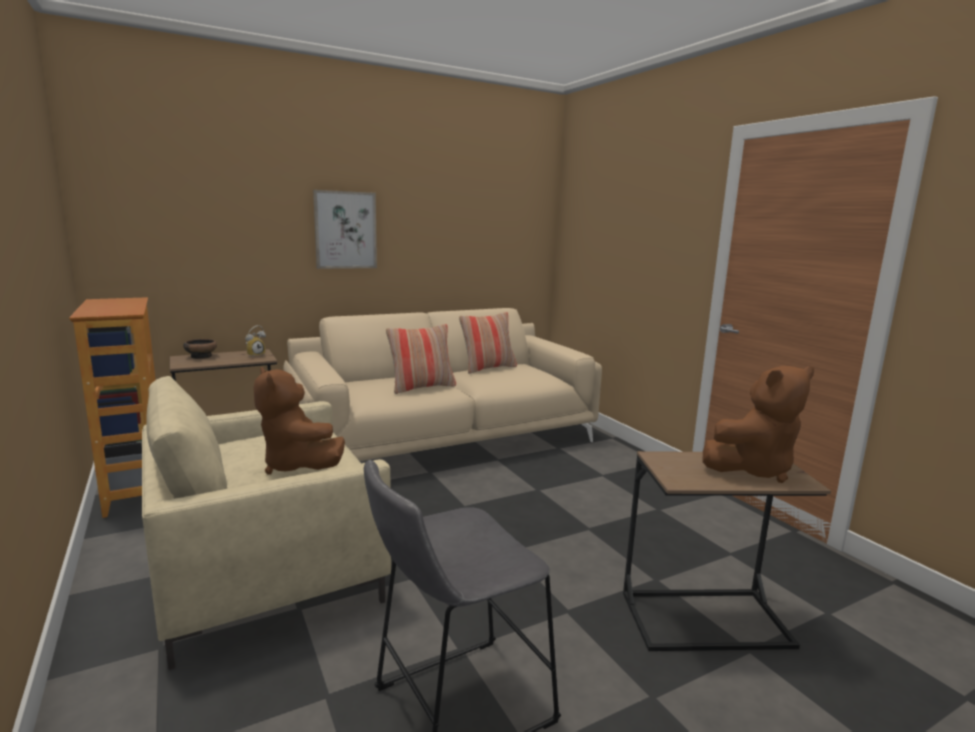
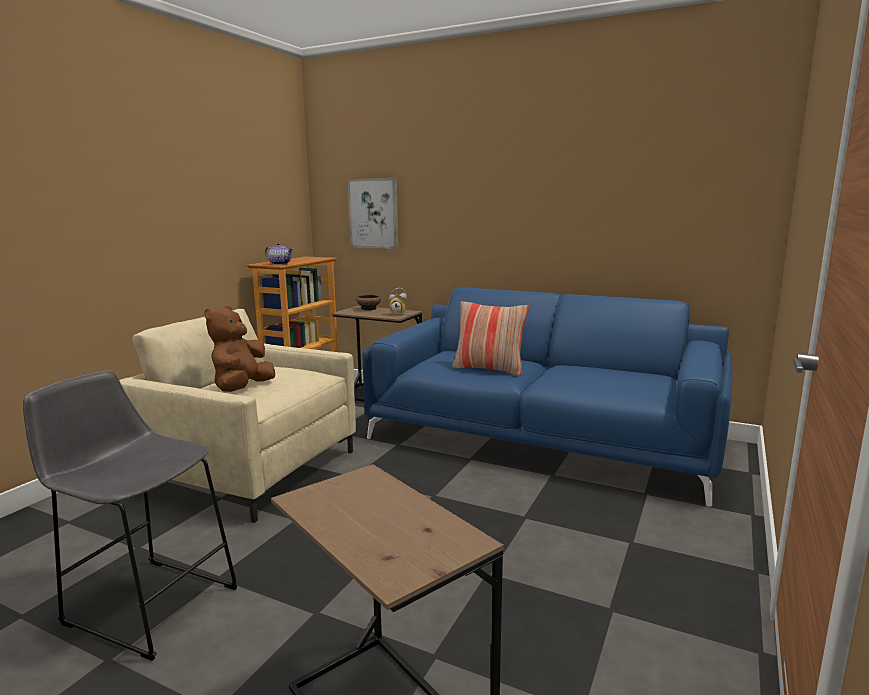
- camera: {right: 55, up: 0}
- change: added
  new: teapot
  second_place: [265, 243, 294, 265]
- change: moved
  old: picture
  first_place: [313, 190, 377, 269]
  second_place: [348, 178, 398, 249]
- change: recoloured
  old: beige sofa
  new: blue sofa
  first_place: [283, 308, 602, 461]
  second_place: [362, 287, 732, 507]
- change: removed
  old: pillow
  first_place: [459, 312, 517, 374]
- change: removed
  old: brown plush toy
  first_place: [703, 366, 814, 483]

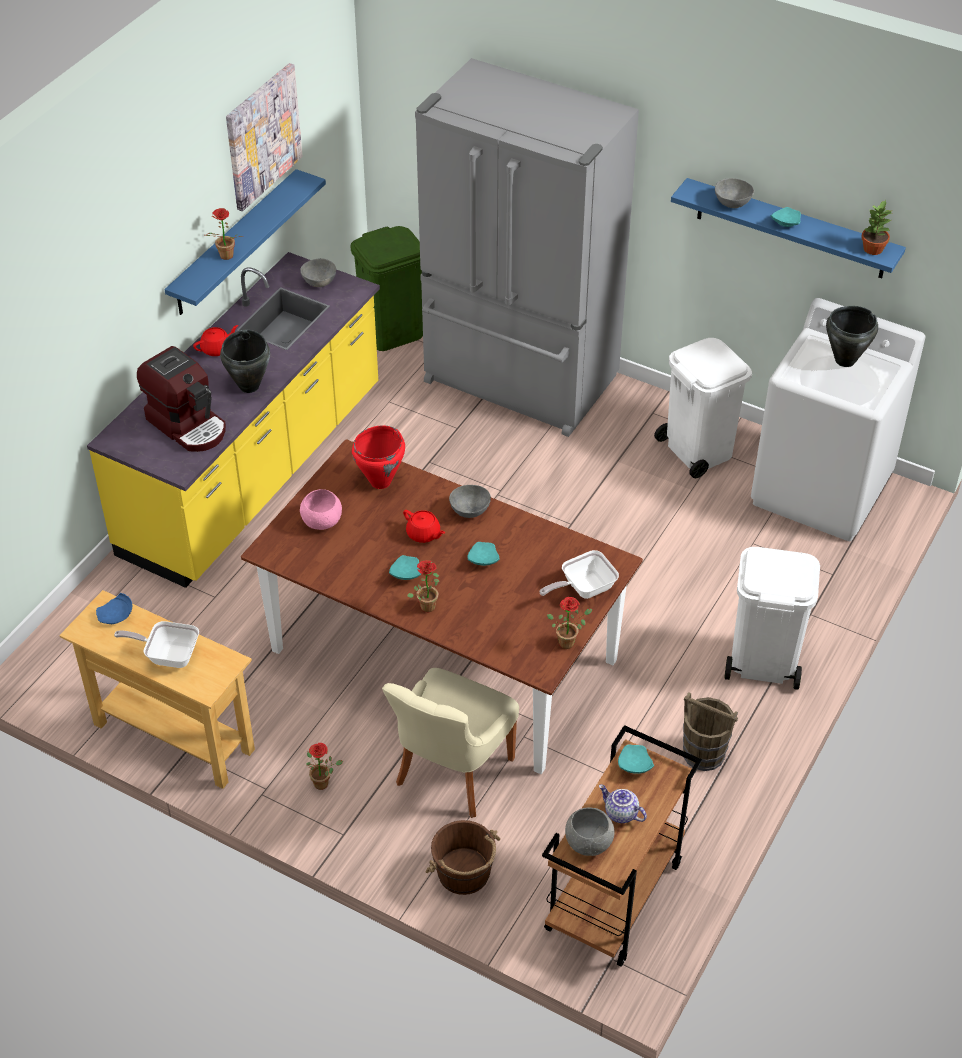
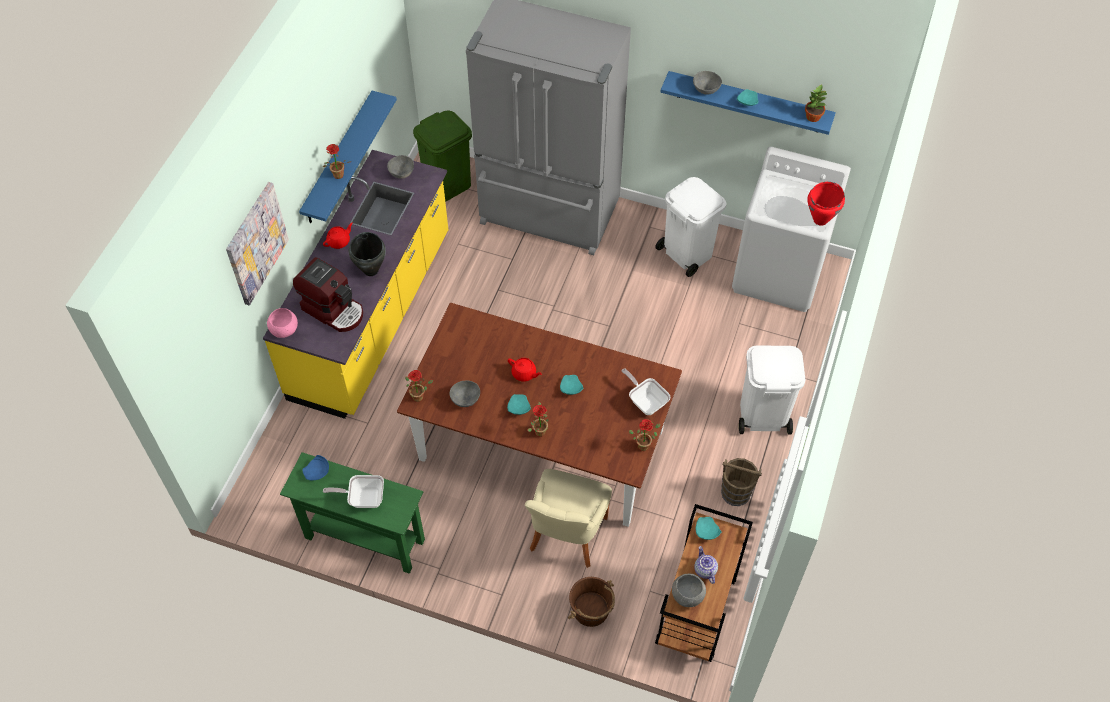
- camera: {right: -10, up: 10}
- change: moved
  old: picture
  first_place: [226, 63, 303, 211]
  second_place: [226, 182, 289, 306]
- change: moved
  old: pink bowl
  first_place: [300, 489, 342, 530]
  second_place: [267, 308, 298, 338]
- change: recoloured
  old: beige console table
  new: green console table
  first_place: [59, 590, 255, 789]
  second_place: [280, 452, 425, 574]
- change: moved
  old: potted plant
  first_place: [306, 743, 343, 790]
  second_place: [405, 370, 433, 402]
- change: moved
  old: grey bowl
  first_place: [449, 485, 491, 518]
  second_place: [450, 381, 480, 407]
- change: turned
  old: frying pan
  first_place: [540, 550, 619, 599]
  second_place: [621, 368, 671, 415]
  degrees: 90
- change: turned
  old: teapot
  first_place: [599, 784, 647, 823]
  second_place: [694, 546, 718, 584]
  degrees: 45
- change: moved
  old: red cooking pot
  first_place: [352, 425, 405, 489]
  second_place: [808, 182, 845, 226]
- change: removed
  old: black cooking pot
  first_place: [826, 306, 878, 367]

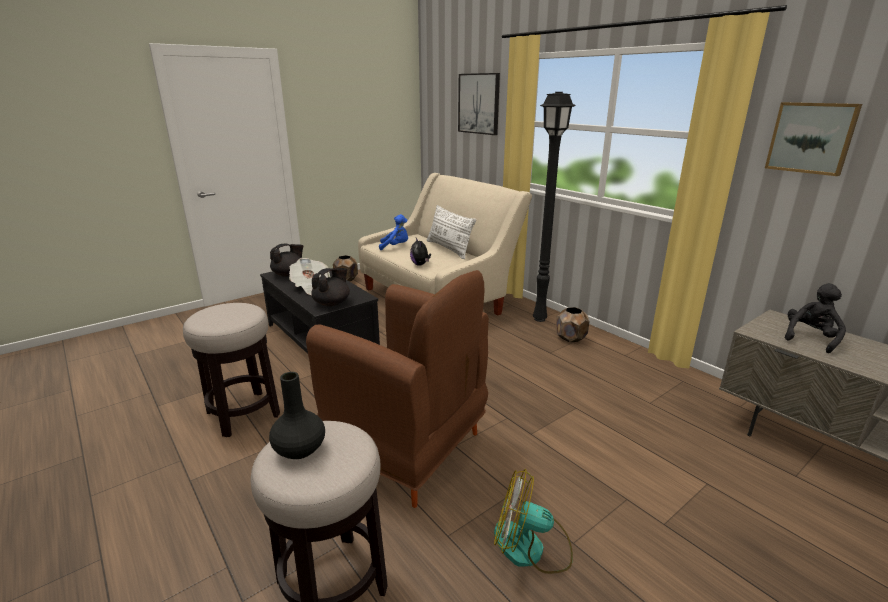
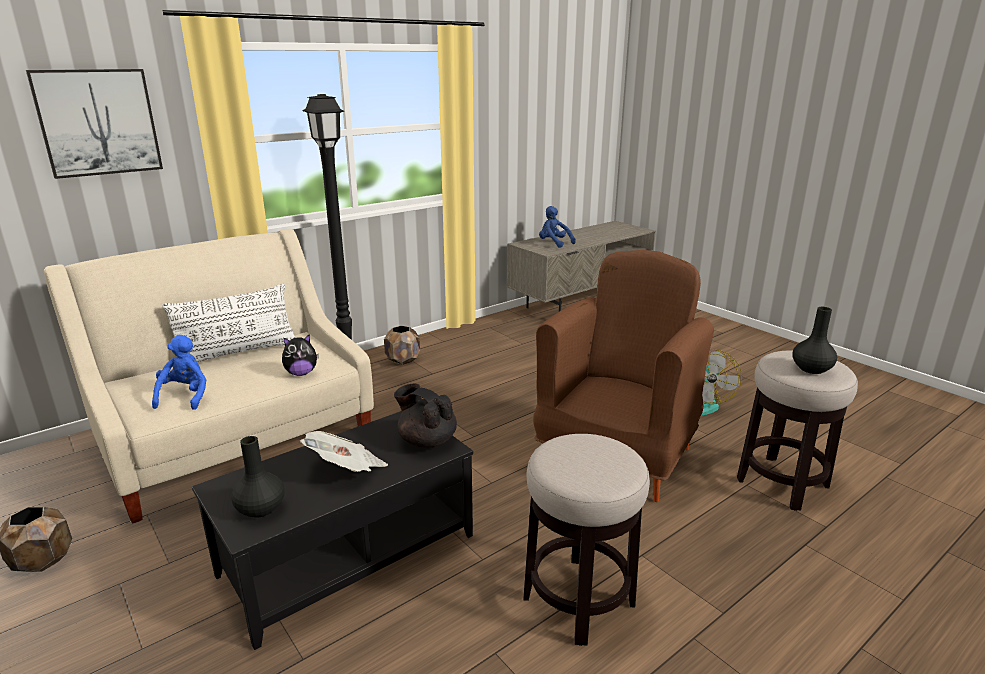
- camera: {right: -90, up: 0}
- change: replaced
  old: black teapot
  new: black vase
  first_place: [270, 244, 304, 277]
  second_place: [231, 436, 285, 518]
- change: recoloured
  old: black plush toy
  new: blue plush toy
  first_place: [785, 283, 846, 353]
  second_place: [539, 206, 576, 248]
- change: removed
  old: picture
  first_place: [765, 102, 862, 176]

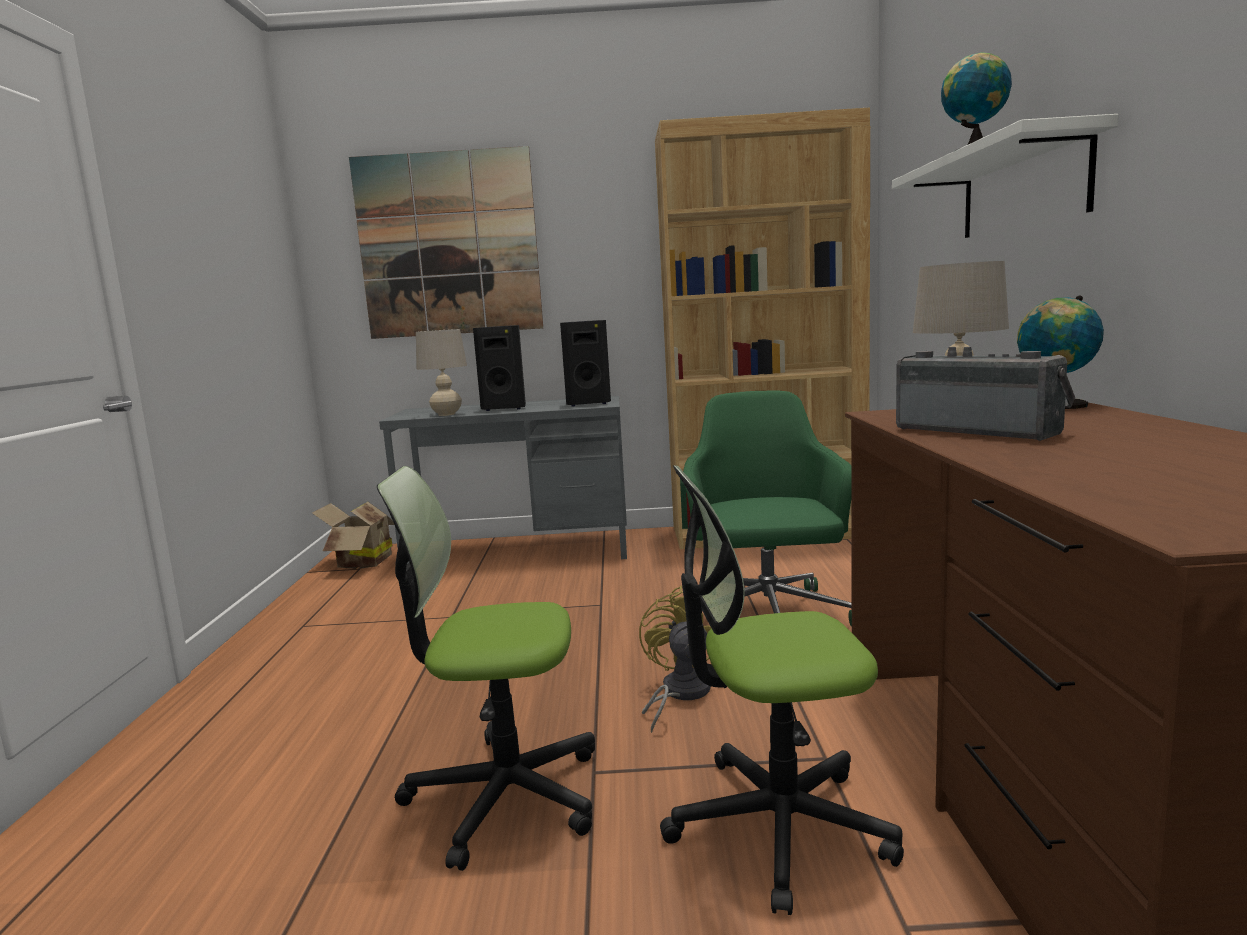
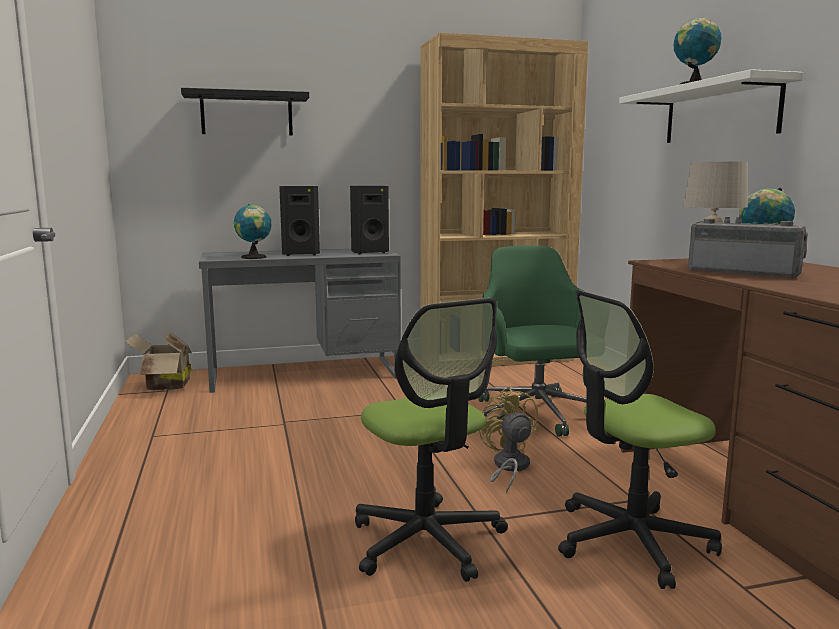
- camera: {right: -15, up: 0}
- change: replaced
  old: picture
  new: black shelf
  first_place: [349, 146, 543, 339]
  second_place: [181, 88, 309, 136]
- change: replaced
  old: beige table lamp
  new: globe
  first_place: [416, 329, 467, 416]
  second_place: [234, 204, 272, 259]
- change: turned
  old: office chair
  first_place: [377, 466, 595, 871]
  second_place: [355, 298, 508, 582]
  degrees: -105

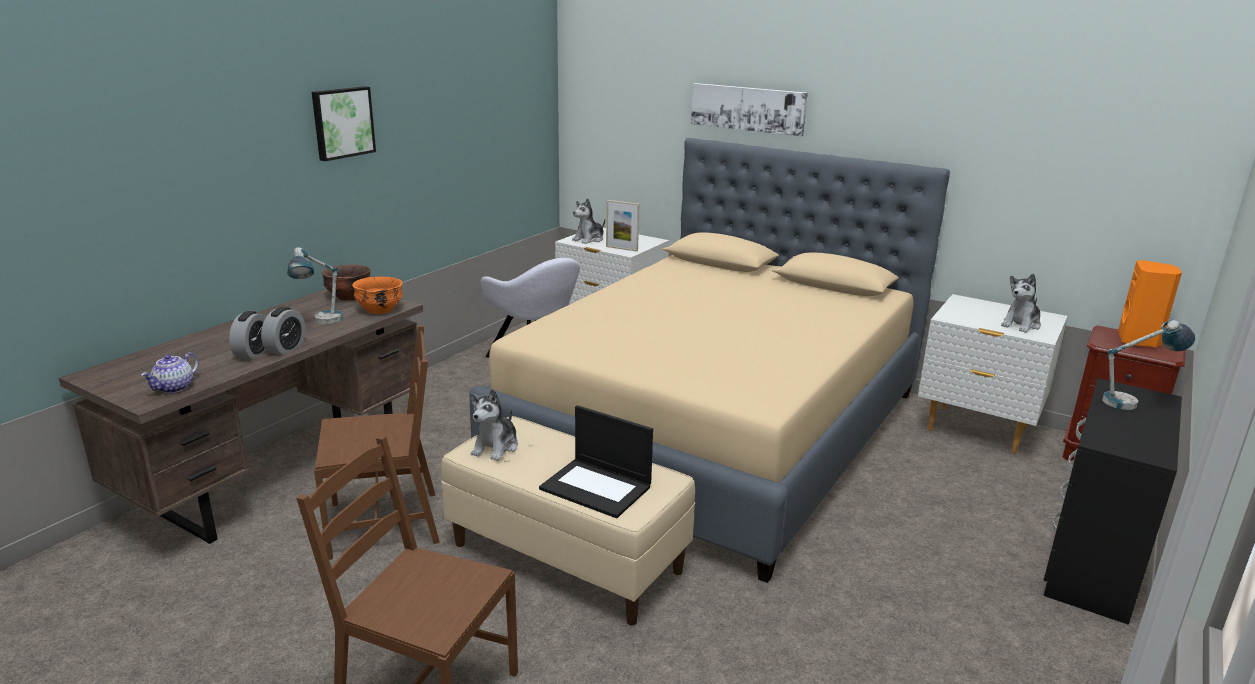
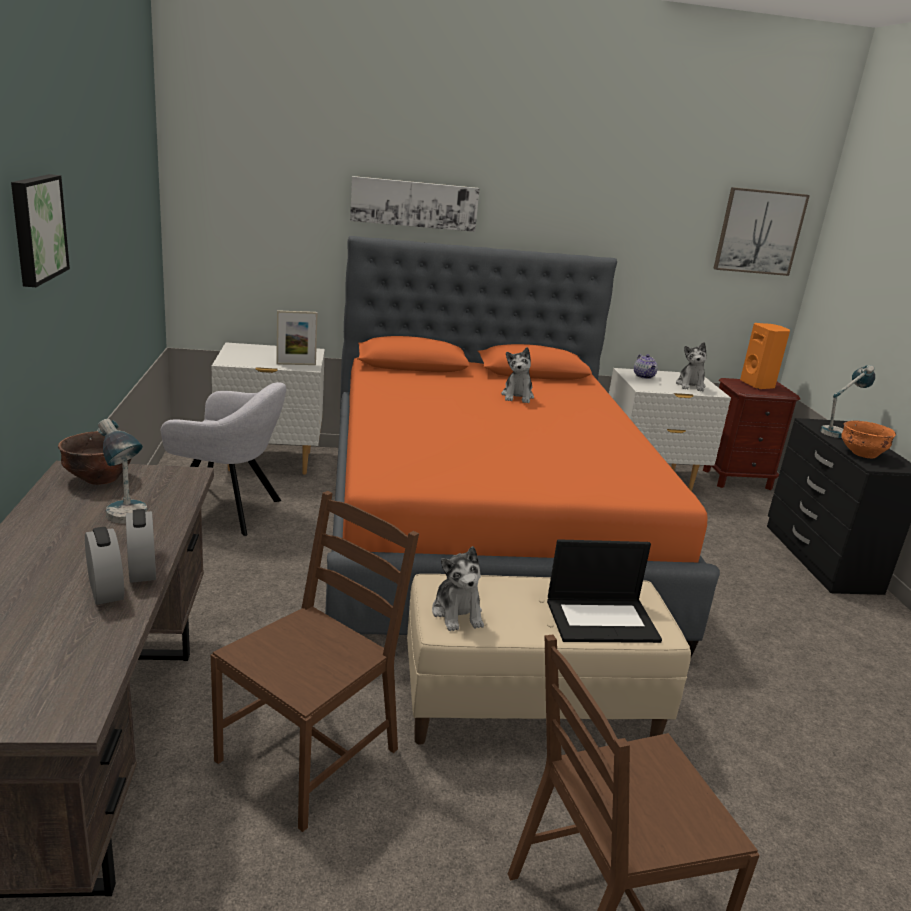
- camera: {right: -40, up: 0}
- change: recoloured
  old: beige bed
  new: orange bed
  first_place: [469, 138, 950, 583]
  second_place: [325, 236, 720, 657]
- change: moved
  old: plush toy
  first_place: [572, 198, 605, 244]
  second_place: [501, 347, 534, 403]
- change: moved
  old: teapot
  first_place: [141, 352, 199, 393]
  second_place: [634, 354, 658, 379]
- change: added
  new: picture
  second_place: [713, 187, 810, 276]
- change: moved
  old: orange bowl
  first_place: [352, 277, 403, 314]
  second_place: [841, 421, 896, 458]

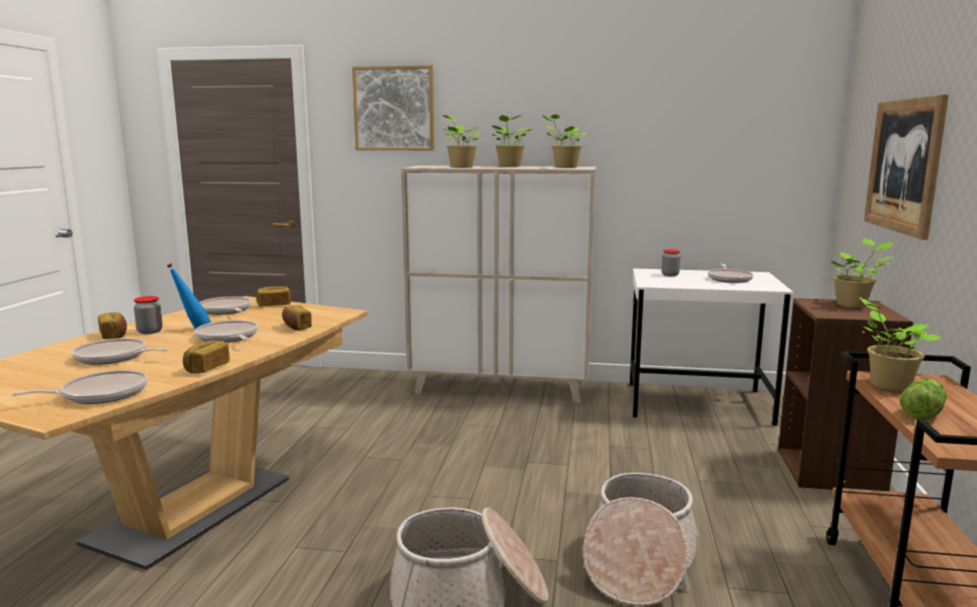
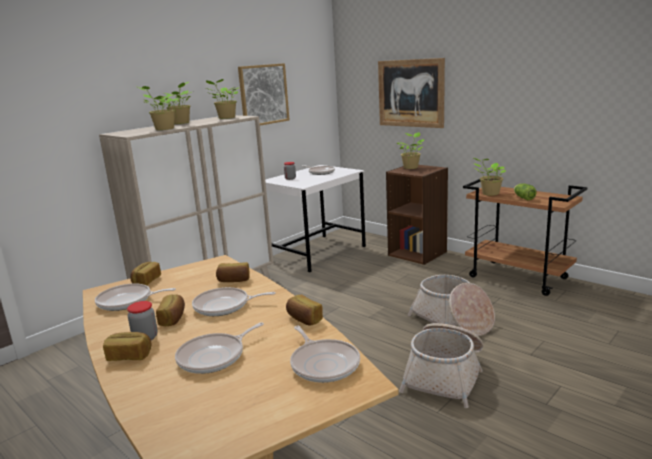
- camera: {right: -55, up: 5}
- change: replaced
  old: blue bottle
  new: bread
  first_place: [166, 263, 211, 329]
  second_place: [156, 294, 185, 326]
- change: moved
  old: picture
  first_place: [352, 65, 434, 150]
  second_place: [238, 63, 290, 126]
- change: turned
  old: frying pan
  first_place: [11, 370, 148, 404]
  second_place: [290, 326, 360, 383]
  degrees: 150

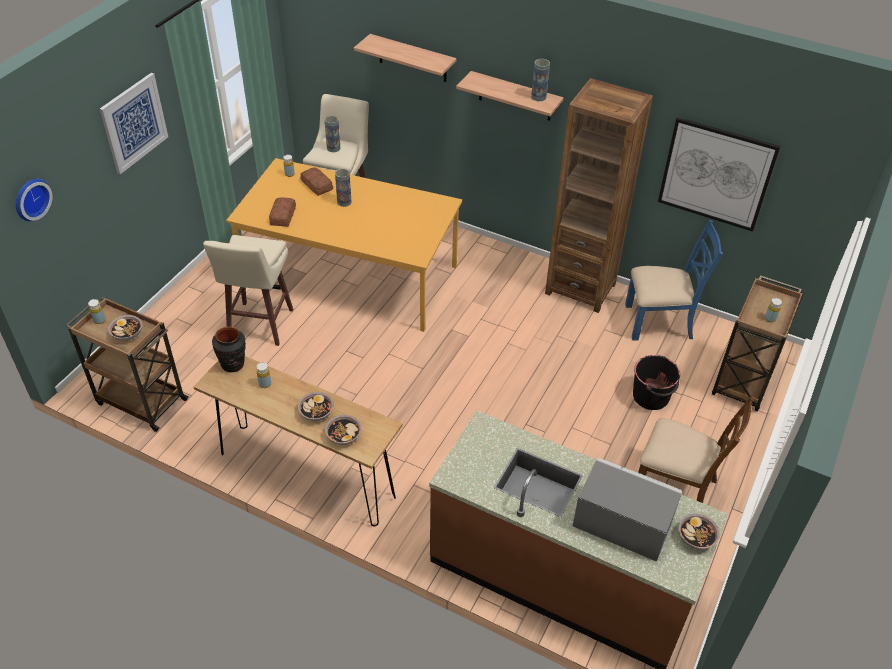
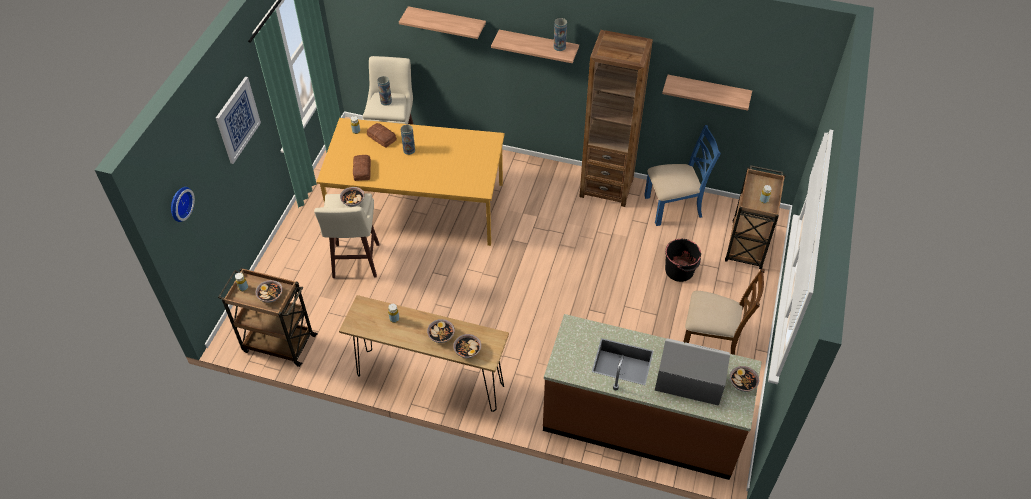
- camera: {right: -10, up: 5}
- change: added
  new: bowl
  second_place: [340, 187, 365, 206]
- change: replaced
  old: picture
  new: shelf
  first_place: [658, 117, 780, 232]
  second_place: [662, 75, 752, 111]
- change: removed
  old: black vase
  first_place: [212, 326, 246, 372]

